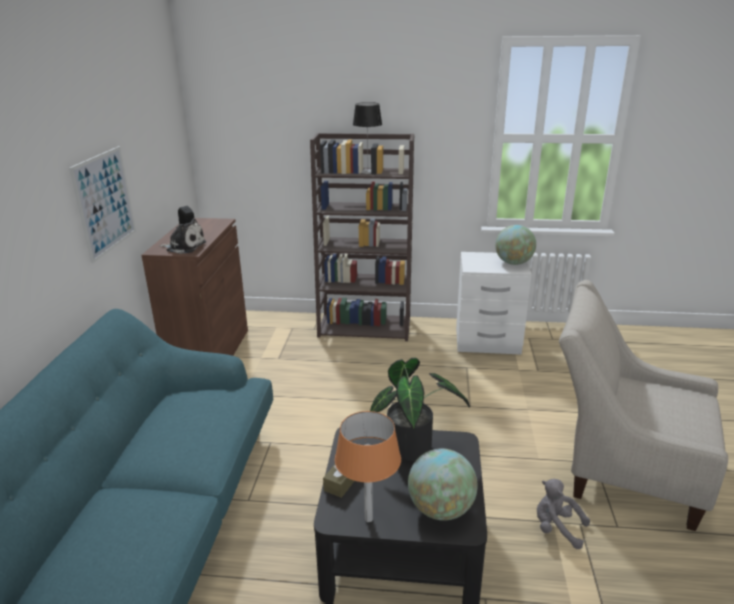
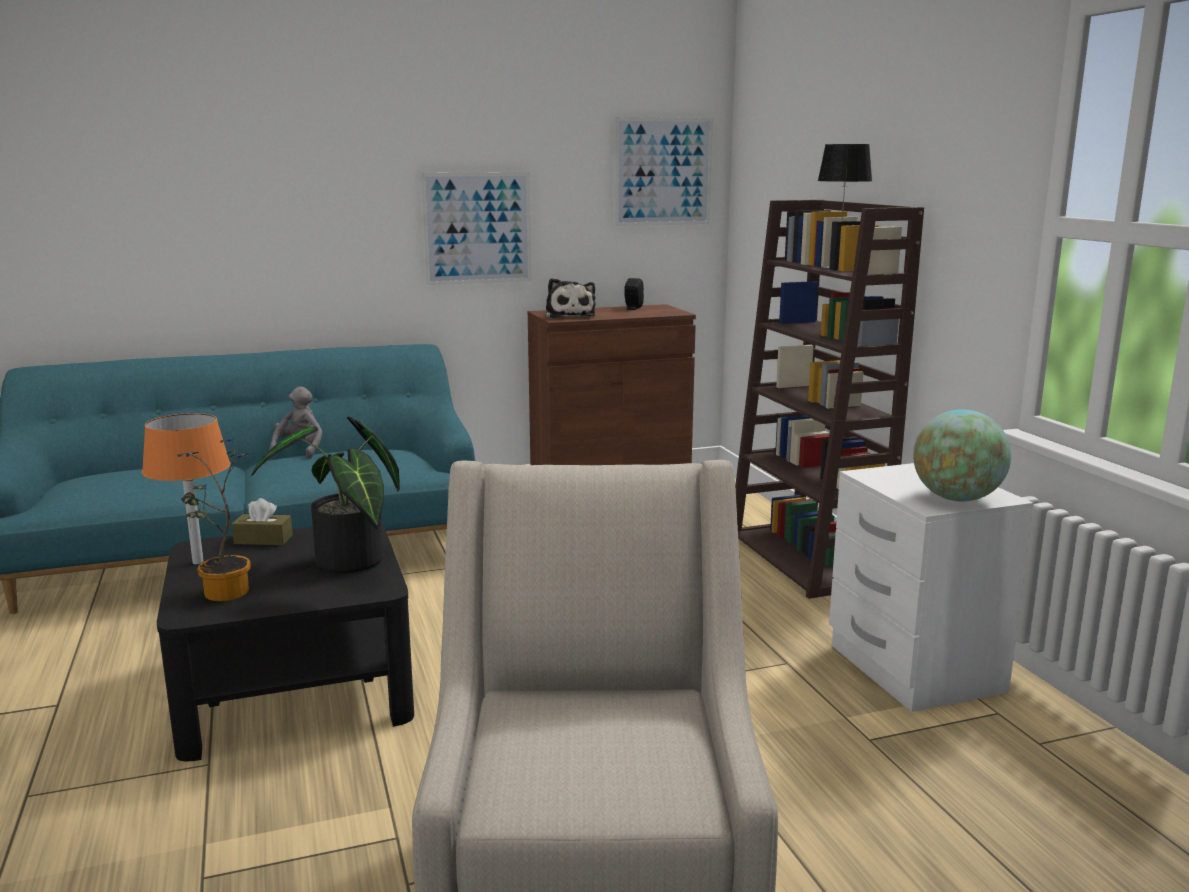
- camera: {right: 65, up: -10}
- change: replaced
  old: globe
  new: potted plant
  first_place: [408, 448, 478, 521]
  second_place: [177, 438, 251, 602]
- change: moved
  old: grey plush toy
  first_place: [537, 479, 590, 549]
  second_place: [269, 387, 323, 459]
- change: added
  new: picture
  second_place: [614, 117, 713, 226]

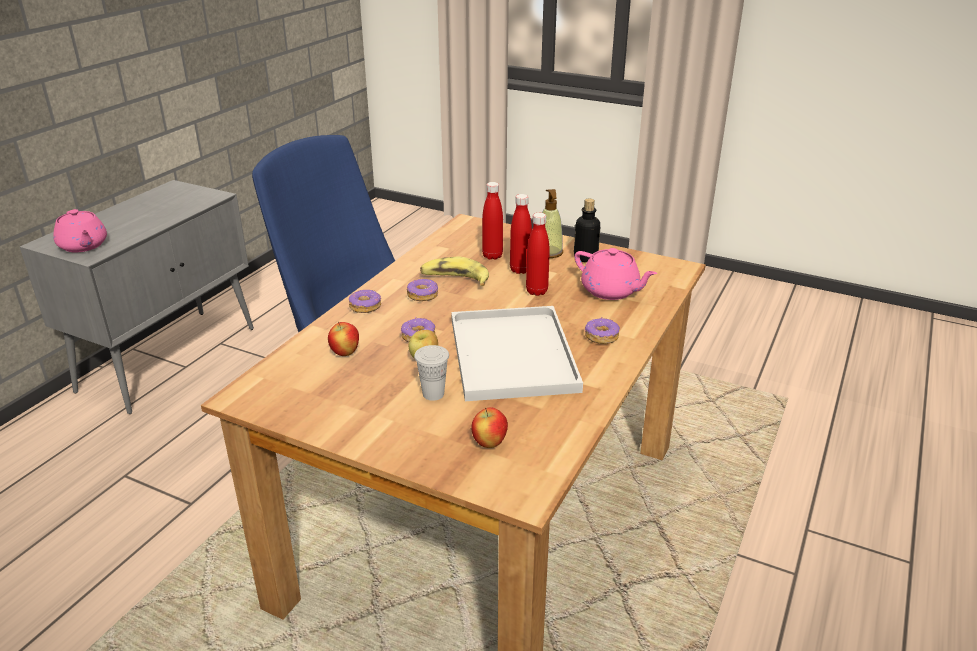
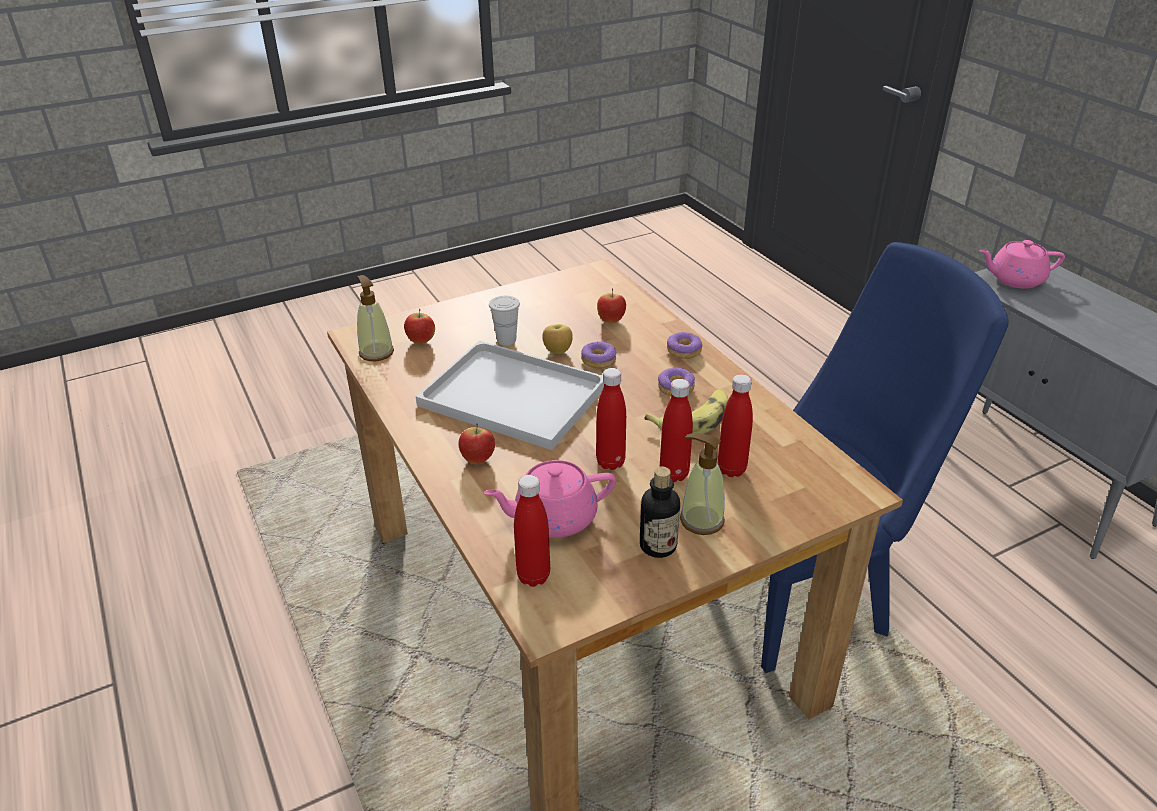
- camera: {right: 125, up: 5}
- change: added
  new: soap dispenser
  second_place: [357, 275, 394, 361]
- change: replaced
  old: donut
  new: apple
  first_place: [584, 317, 620, 344]
  second_place: [458, 423, 495, 464]
- change: added
  new: red bottle
  second_place: [514, 475, 550, 587]

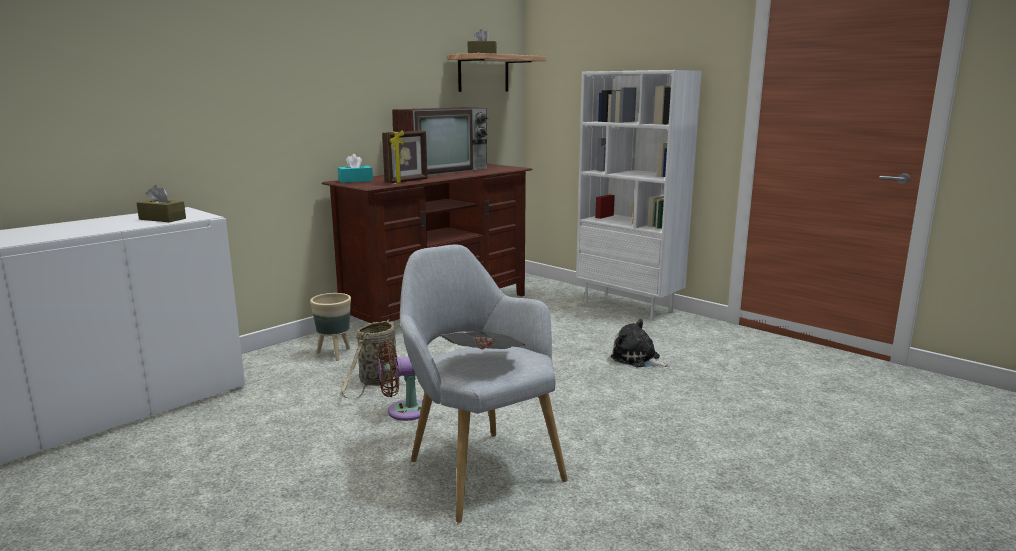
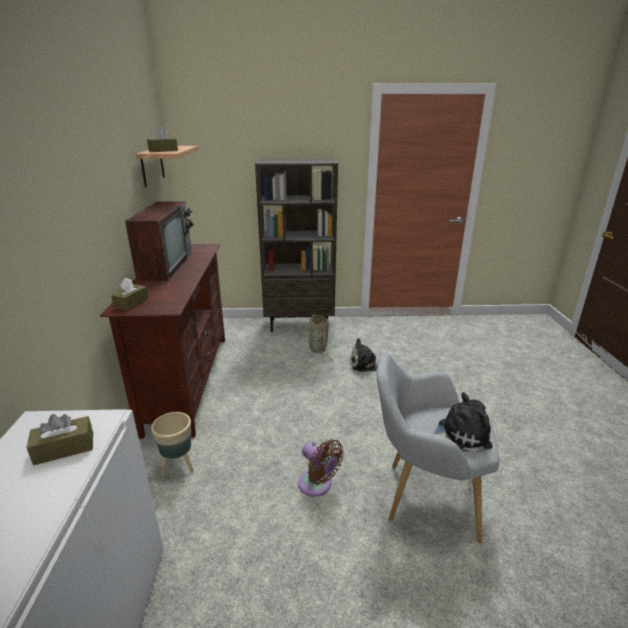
- camera: {right: -45, up: 10}
- change: recoloured
  old: turquoise tissue box
  new: brown tissue box
  first_place: [338, 154, 373, 183]
  second_place: [111, 278, 149, 310]
- change: recoloured
  old: white bookcase
  new: brown bookcase
  first_place: [576, 70, 702, 321]
  second_place: [255, 159, 338, 332]
- change: moved
  old: basket
  first_place: [340, 319, 396, 399]
  second_place: [298, 314, 333, 361]
- change: turned
  old: brown fan
  first_place: [377, 341, 423, 421]
  second_place: [298, 439, 344, 497]
  degrees: -75
- change: replaced
  old: newspaper
  new: plush toy
  first_place: [438, 332, 525, 350]
  second_place: [433, 392, 493, 453]
- change: removed
  old: picture frame
  first_place: [382, 130, 428, 184]

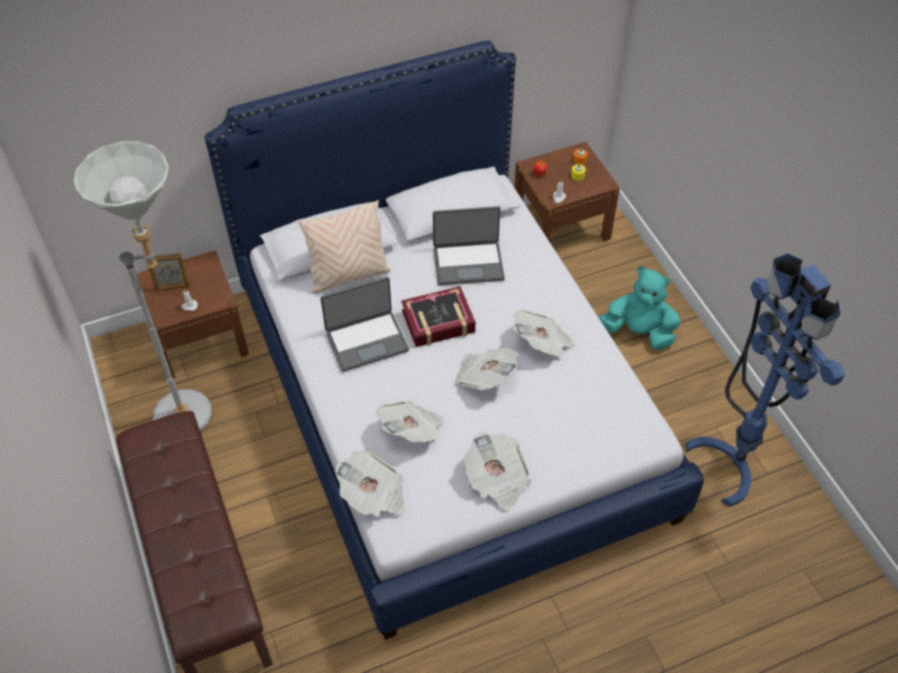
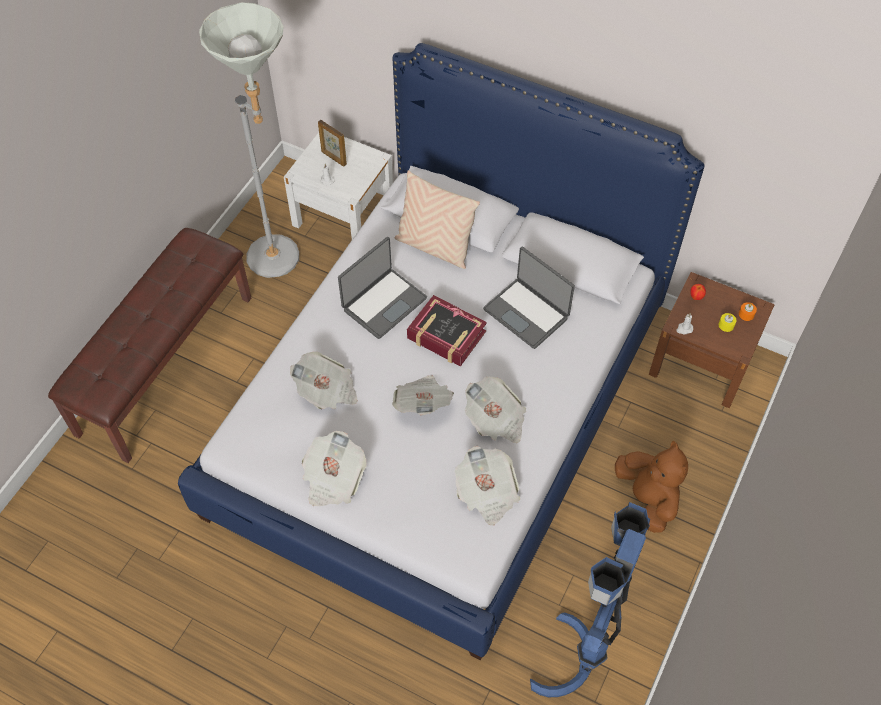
- camera: {right: 50, up: 5}
- change: recoloured
  old: brown nightstand
  new: white nightstand
  first_place: [136, 250, 249, 379]
  second_place: [284, 132, 393, 239]
- change: turned
  old: laptop
  first_place: [321, 277, 409, 372]
  second_place: [338, 237, 427, 339]
  degrees: -75
- change: moved
  old: newspaper
  first_place: [335, 451, 404, 517]
  second_place: [455, 446, 520, 525]
- change: recoloured
  old: turquoise plush toy
  new: brown plush toy
  first_place: [599, 267, 680, 350]
  second_place: [615, 441, 688, 533]

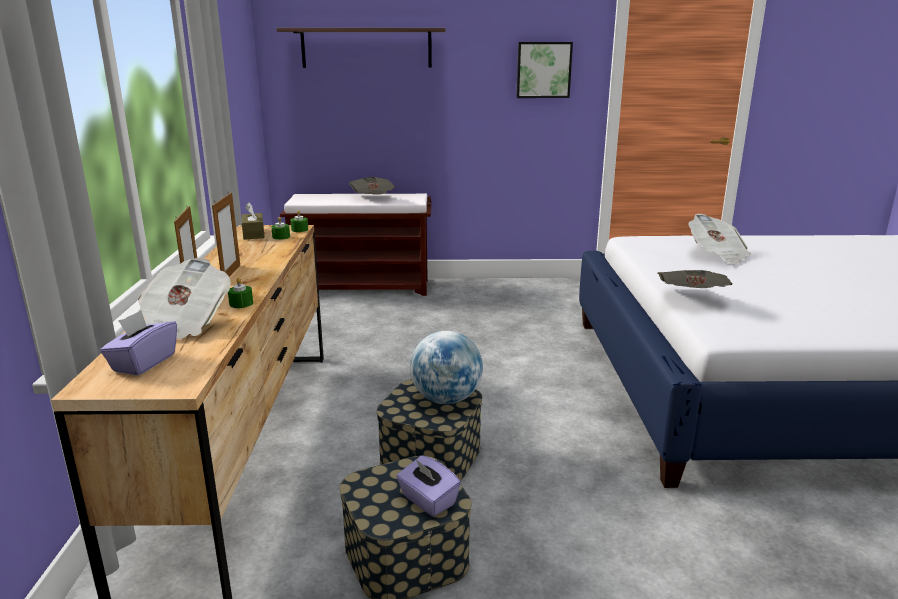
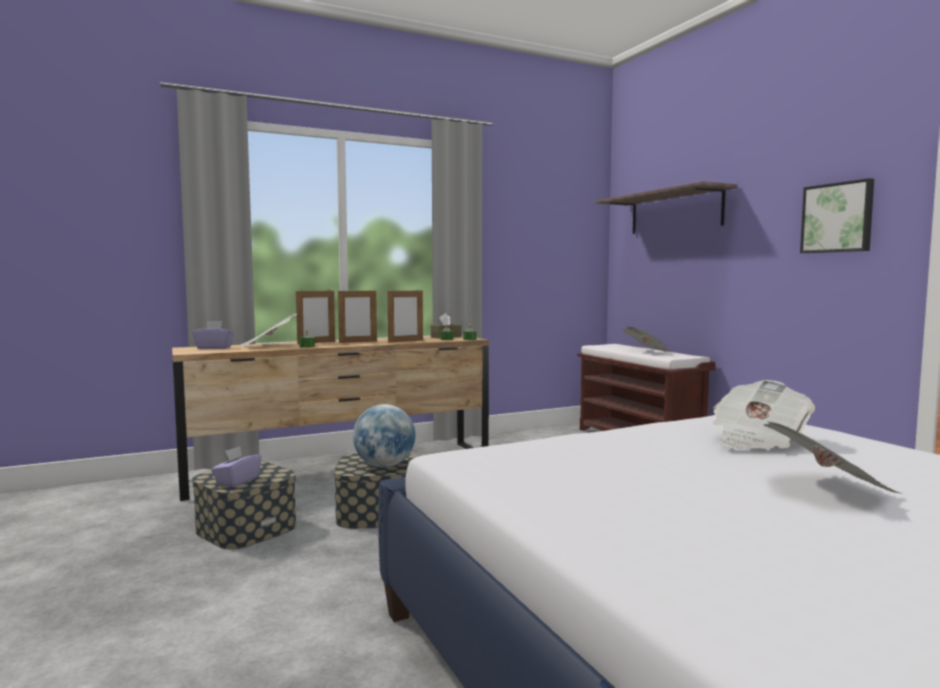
- camera: {right: 65, up: -15}
- change: added
  new: picture frame
  second_place: [387, 289, 423, 343]
- change: moved
  old: newspaper
  first_place: [657, 270, 732, 288]
  second_place: [763, 421, 903, 494]

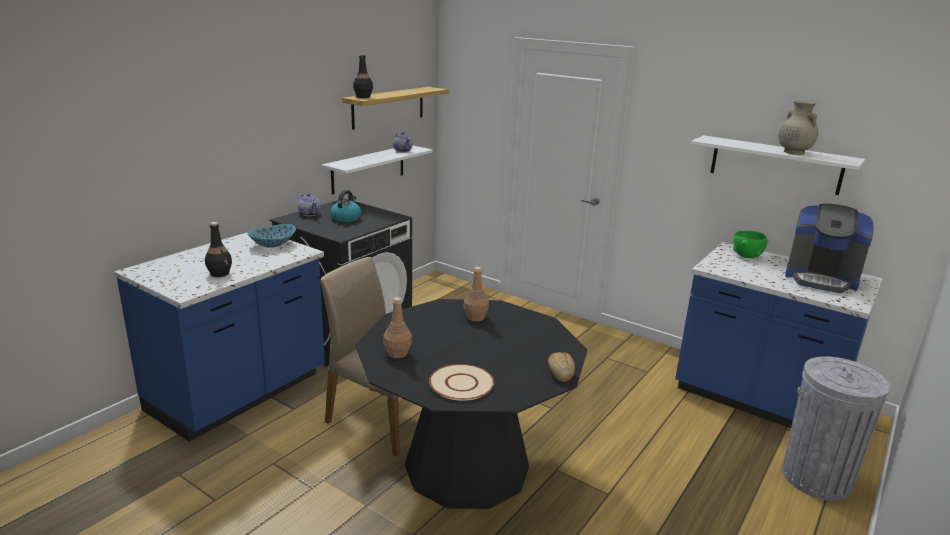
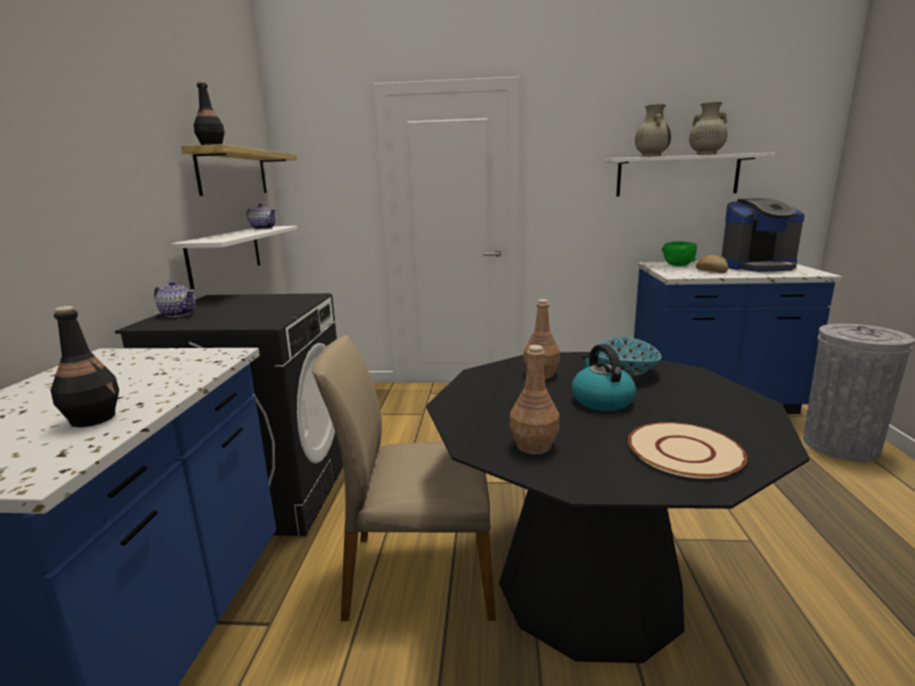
- camera: {right: -30, up: -5}
- change: moved
  old: kettle
  first_place: [330, 190, 361, 222]
  second_place: [572, 344, 636, 411]
- change: moved
  old: bowl
  first_place: [247, 224, 296, 248]
  second_place: [598, 337, 662, 377]
- change: added
  new: beige vase
  second_place: [635, 104, 671, 157]
- change: moved
  old: bread
  first_place: [548, 352, 575, 382]
  second_place: [696, 255, 728, 273]

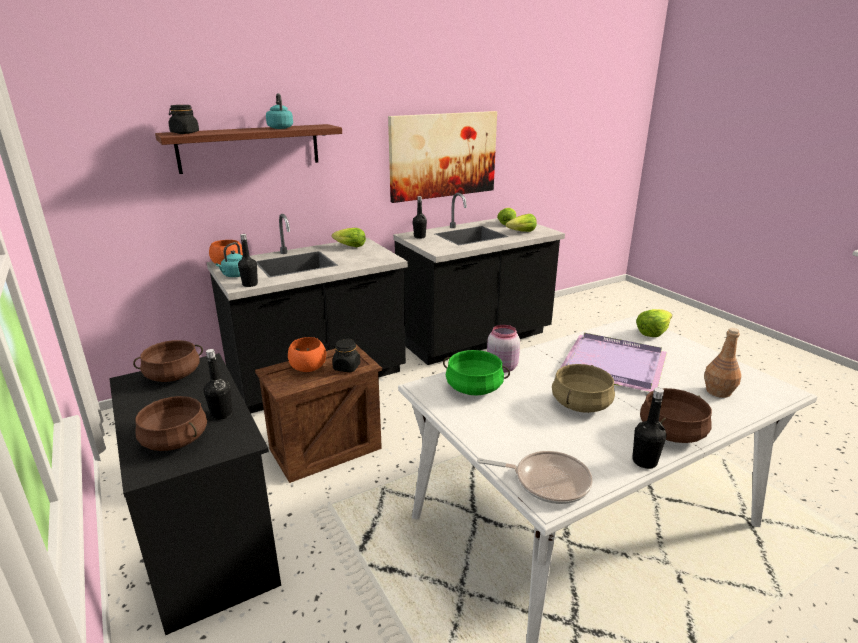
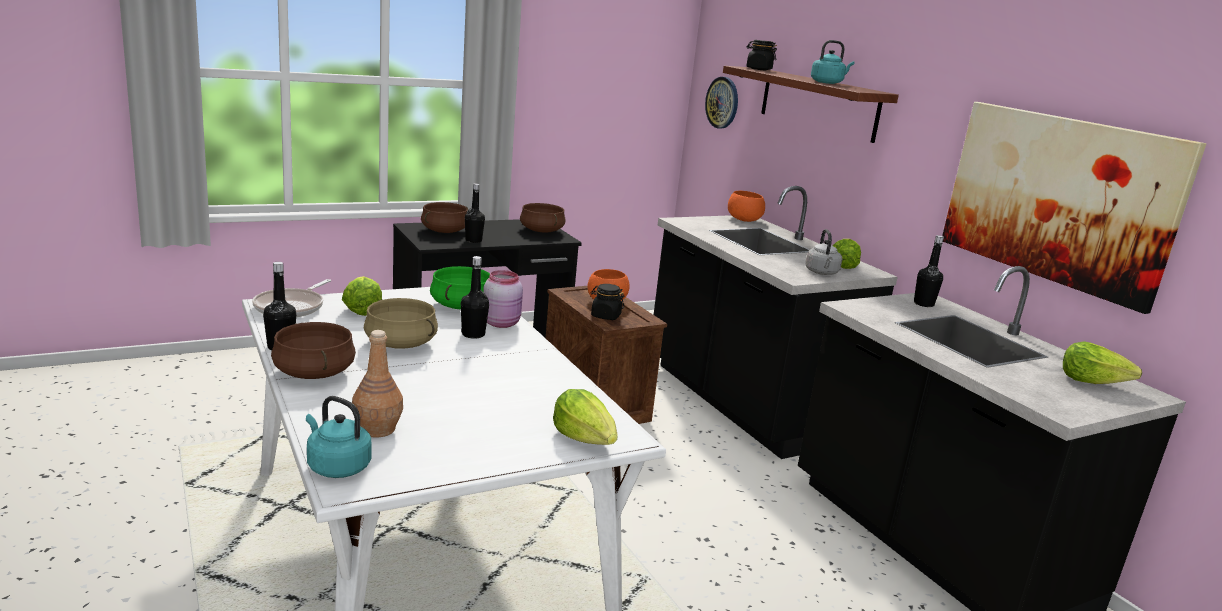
- camera: {right: 90, up: -5}
- change: moved
  old: turquoise kettle
  first_place: [216, 242, 242, 277]
  second_place: [306, 396, 371, 478]
- change: moved
  old: lettuce
  first_place: [506, 214, 537, 232]
  second_place: [342, 276, 382, 316]
- change: moved
  old: black bottle
  first_place: [238, 234, 258, 287]
  second_place: [461, 256, 489, 339]
- change: added
  new: wall clock
  second_place: [705, 77, 738, 129]
- change: added
  new: grey kettle
  second_place: [805, 229, 842, 275]
- change: removed
  old: purple tray
  first_place: [560, 333, 667, 392]

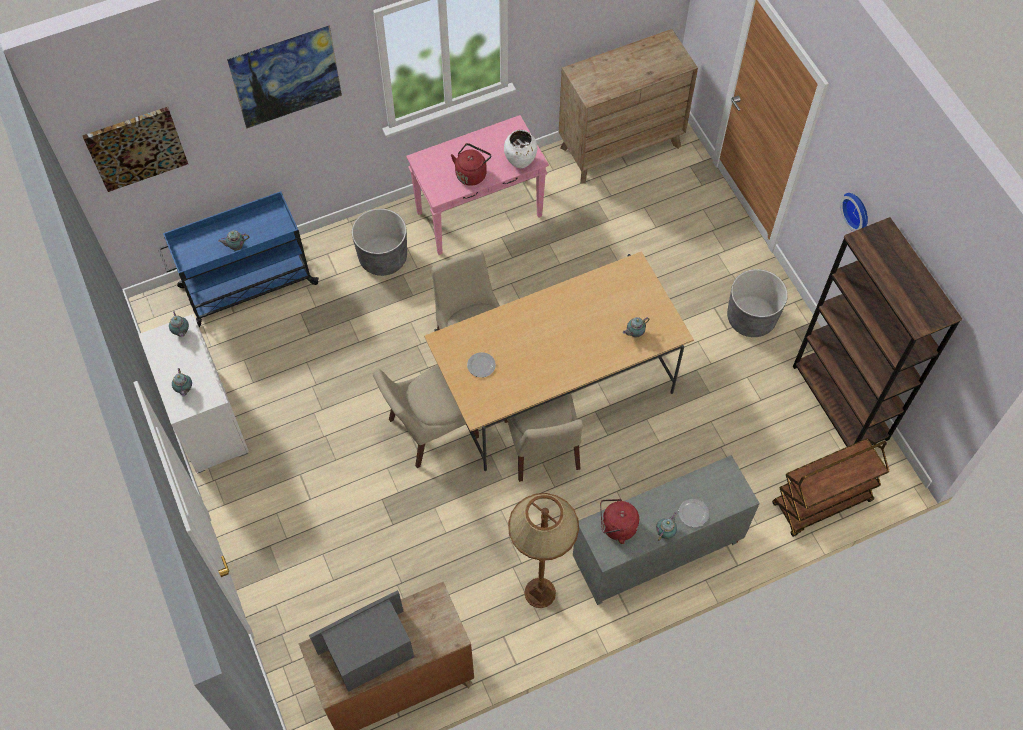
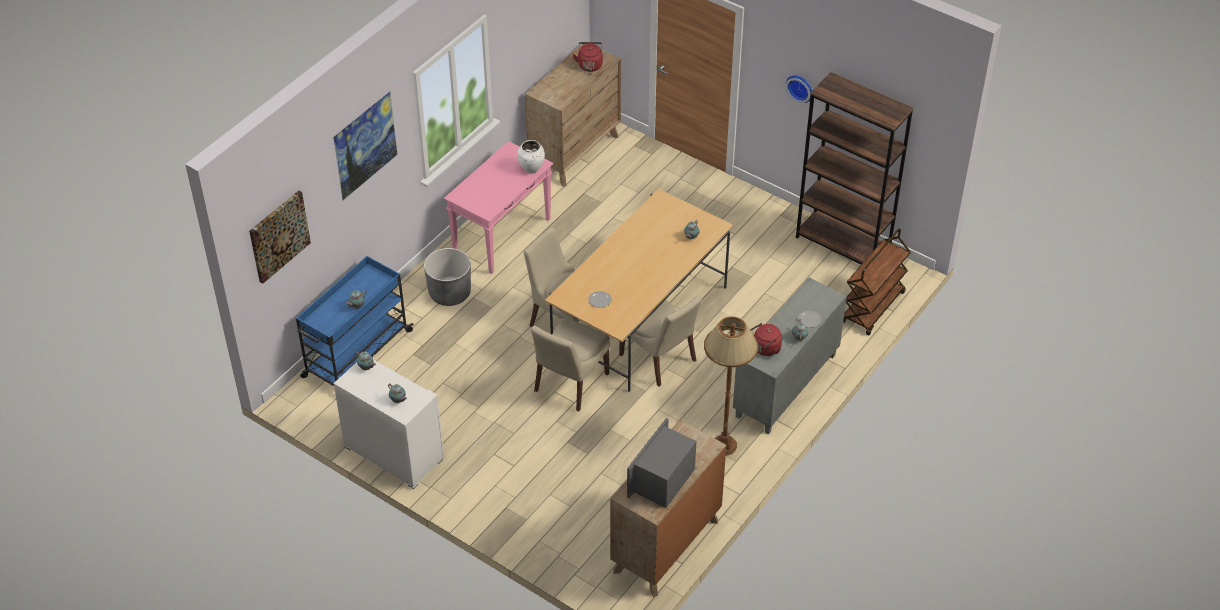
- camera: {right: -30, up: -15}
- change: moved
  old: red kettle
  first_place: [451, 143, 491, 186]
  second_place: [573, 42, 603, 72]
- change: removed
  old: grey planter
  first_place: [727, 269, 788, 337]

